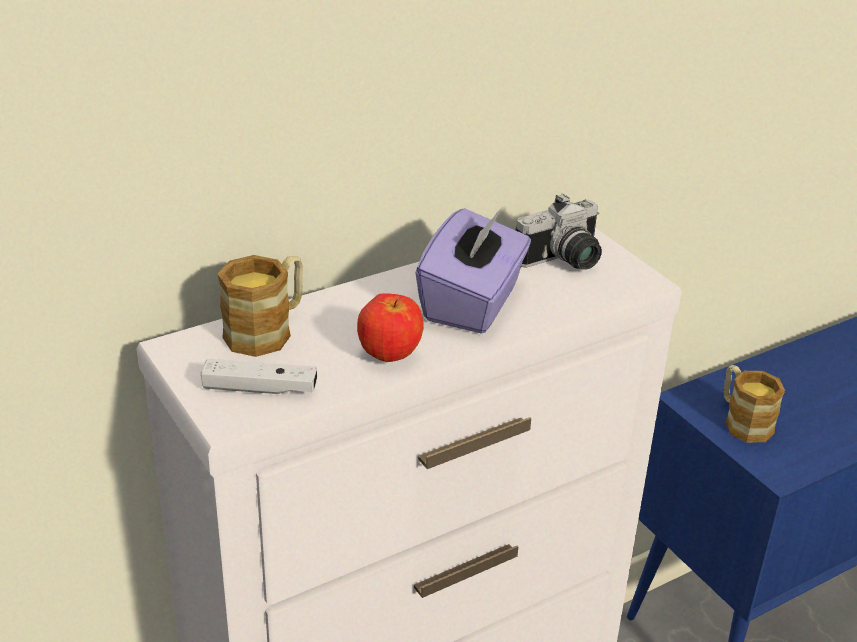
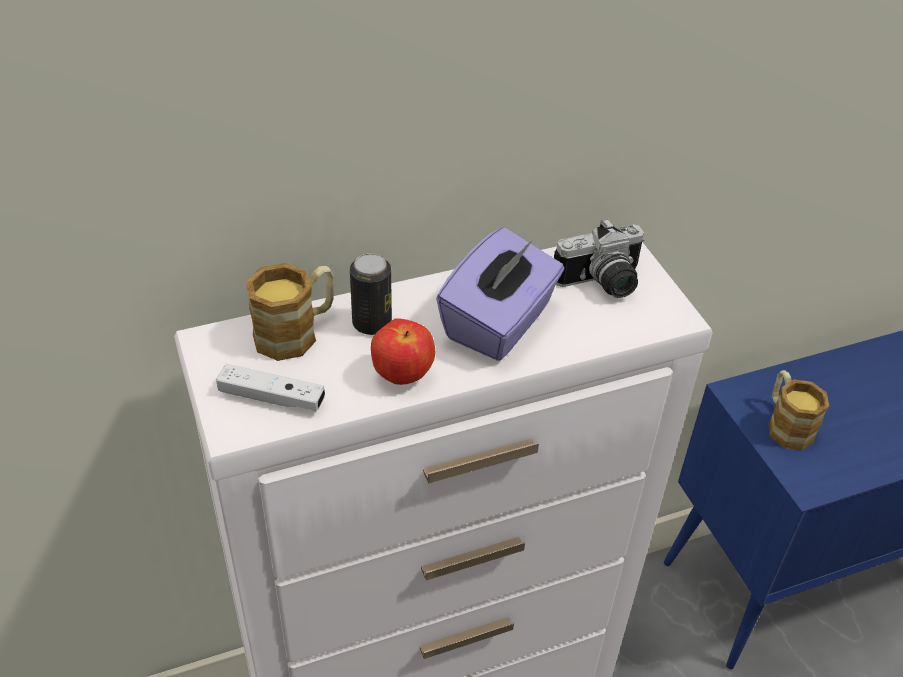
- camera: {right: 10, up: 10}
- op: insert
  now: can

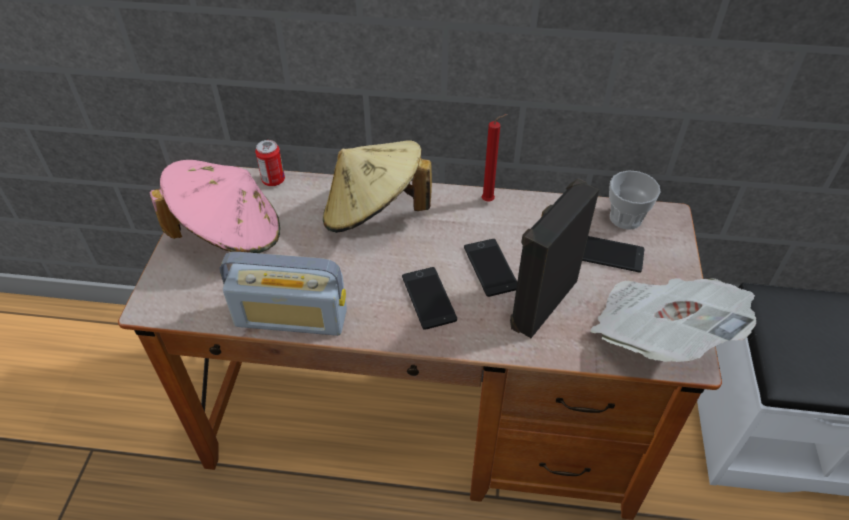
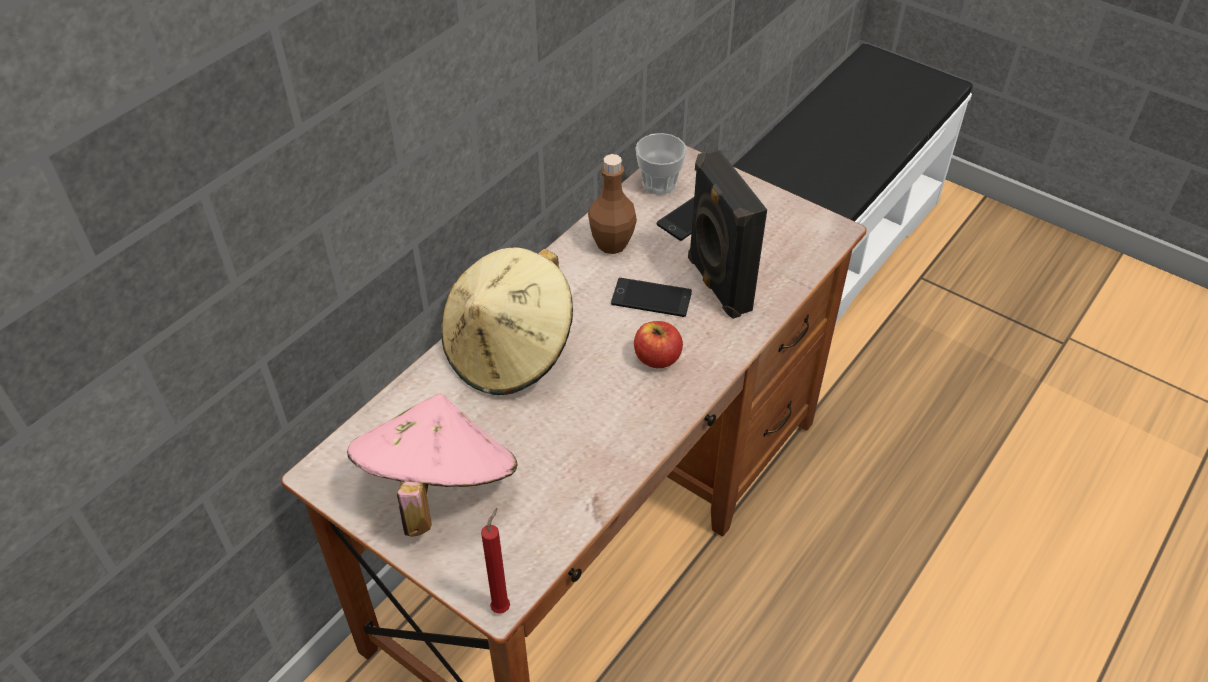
- camera: {right: -60, up: 0}
- op: move
  was: red candle
- op: delete
  was: can
- op: delete
  was: radio
- op: replace
  was: phone (1st from left)
  now: apple
- op: delete
  was: newspaper
- op: insert
  now: brown bottle

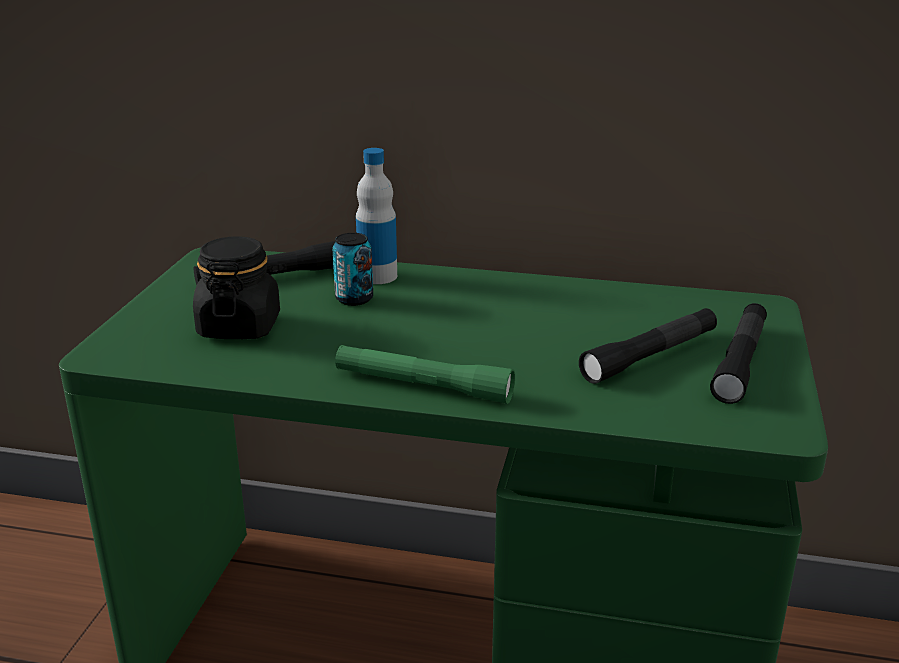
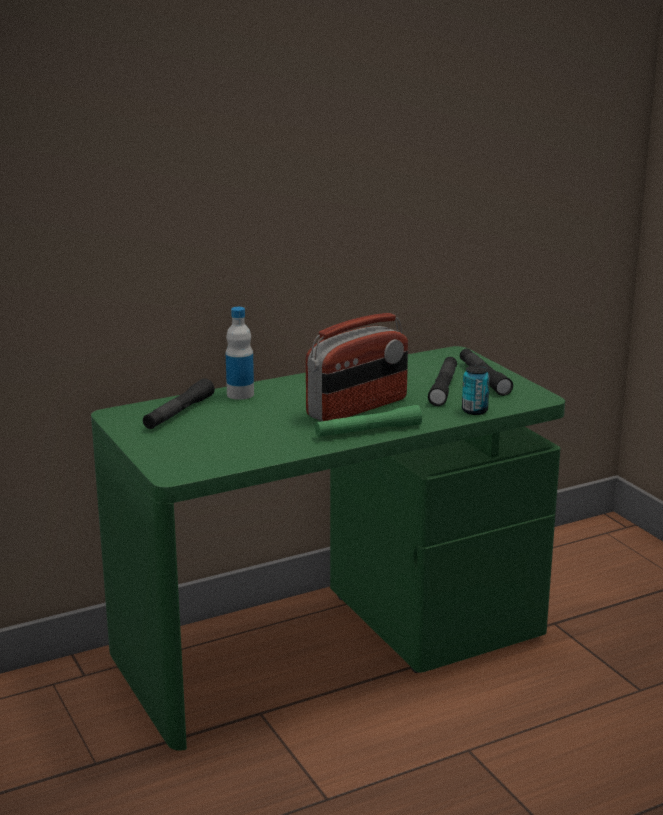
- camera: {right: -40, up: -5}
- op: move
  was: can
- op: delete
  was: black jar
- op: insert
  now: radio

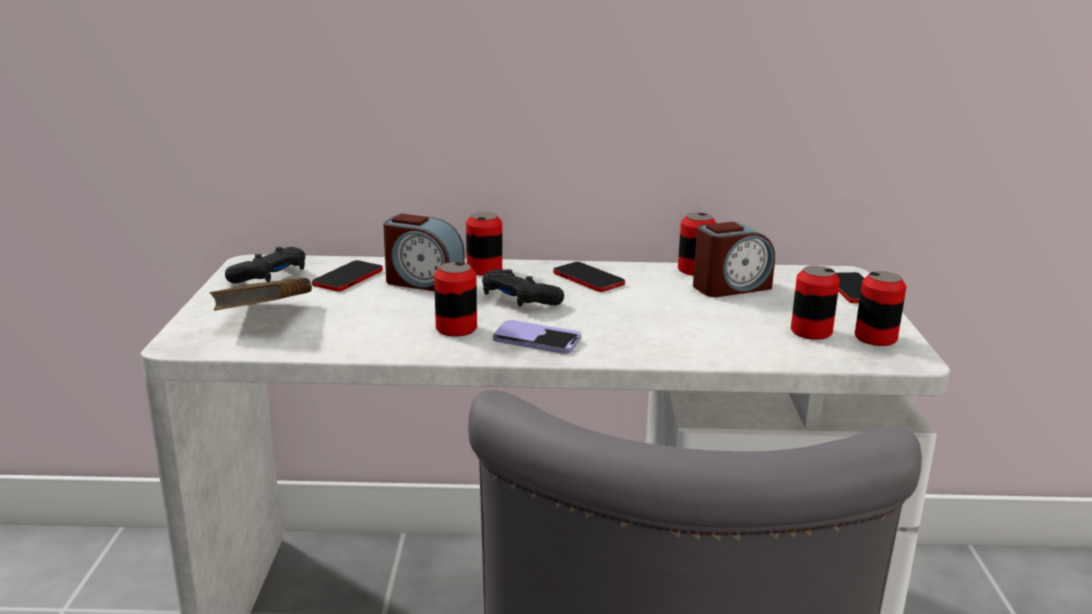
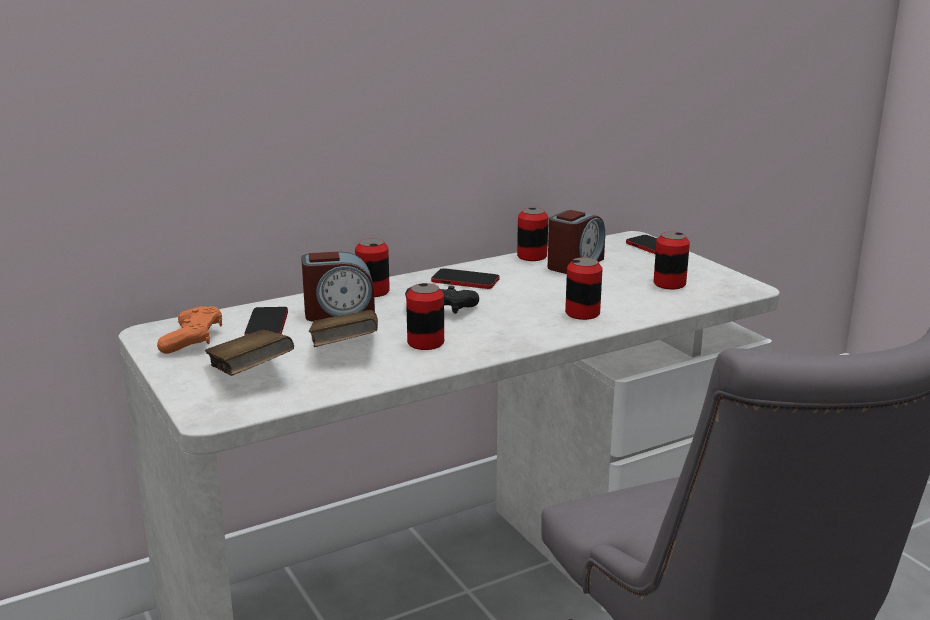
- camera: {right: -30, up: 0}
- op: recolor
  was: black game controller (1st from left)
  now: orange game controller
- op: move
  was: can (5th from left in the first image)
  now: can (4th from left)
- op: delete
  was: phone (2nd from left)
- op: insert
  now: brown book (2nd from left)

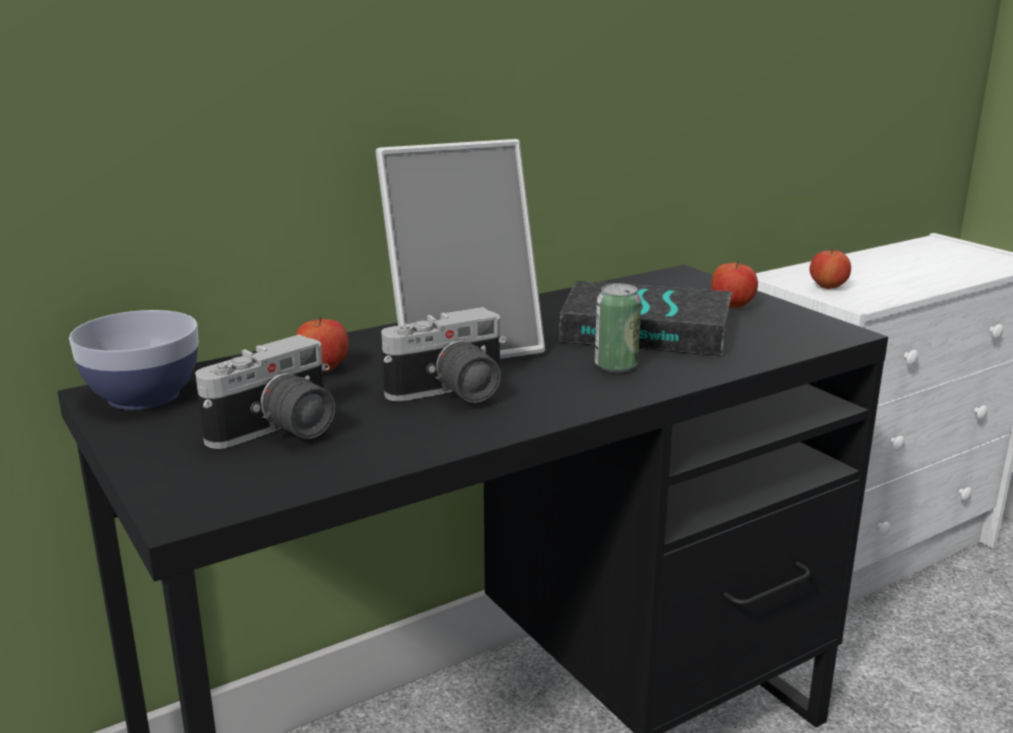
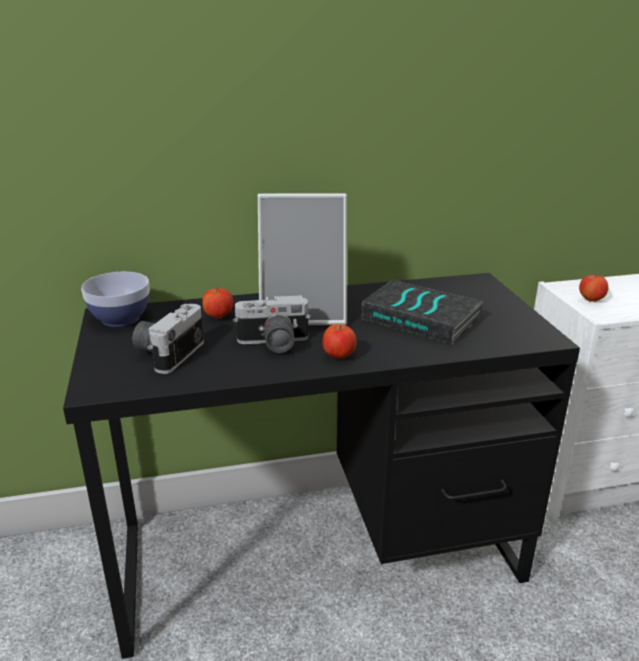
- camera: {right: 20, up: 5}
- op: move
  was: apple (2nd from left)
- op: delete
  was: can
- op: rotate
  was: photo camera (1st from left)
  clockwise: 135

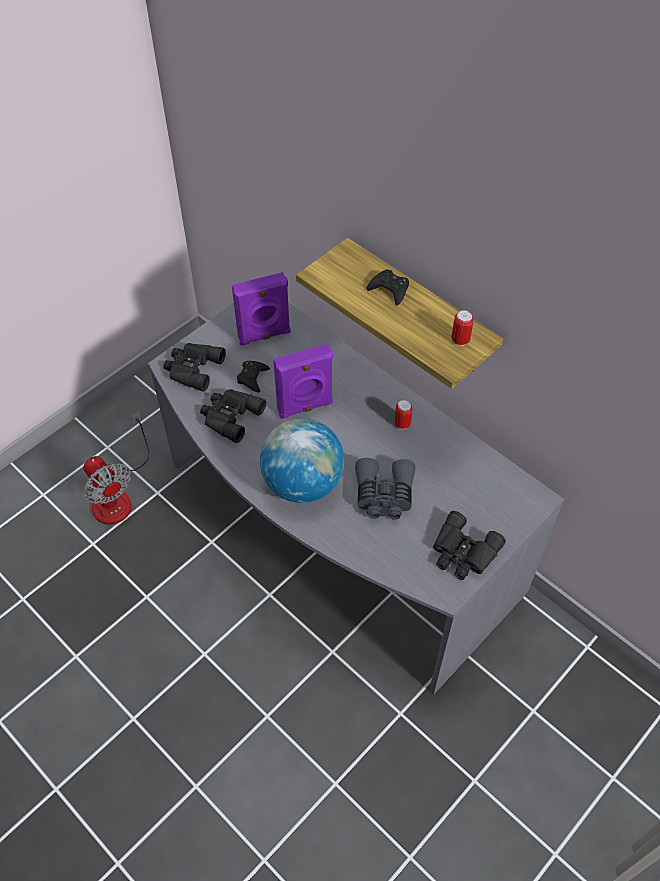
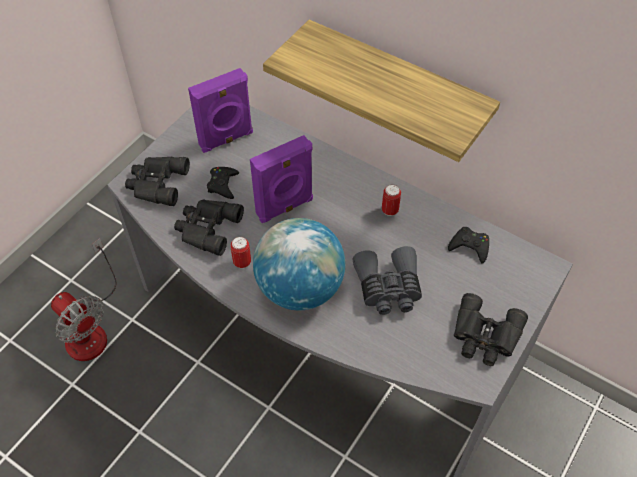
- camera: {right: -10, up: 0}
- op: move
  was: black game controller (2nd from left)
- op: move
  was: can (2nd from left in the first image)
  now: can (1st from left)

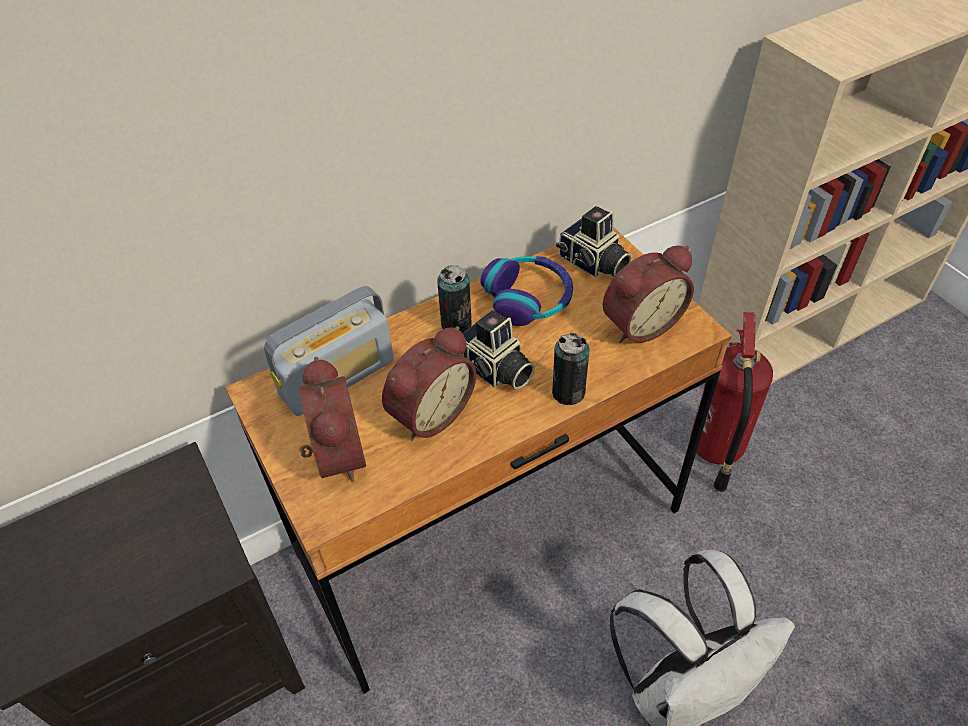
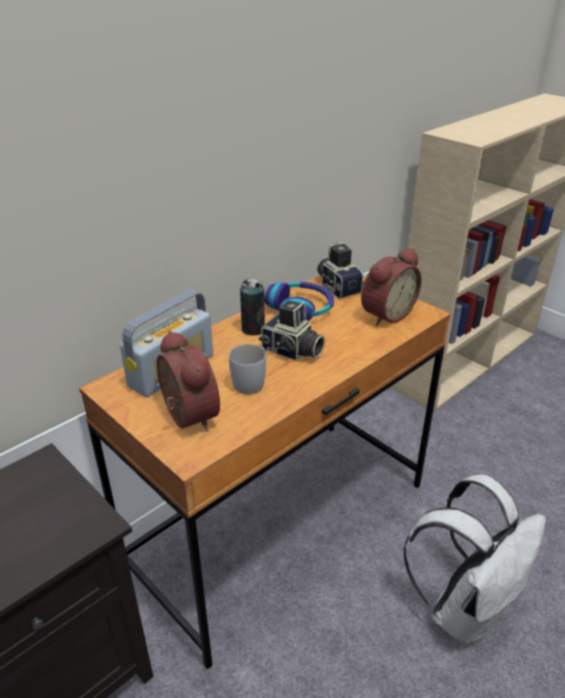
- camera: {right: -15, up: -15}
- op: rotate
  was: photo camera (2nd from left)
  clockwise: -150
- op: delete
  was: fire extinguisher
- op: replace
  was: alarm clock (2nd from left)
  now: white mug
- op: delete
  was: can (2nd from left)

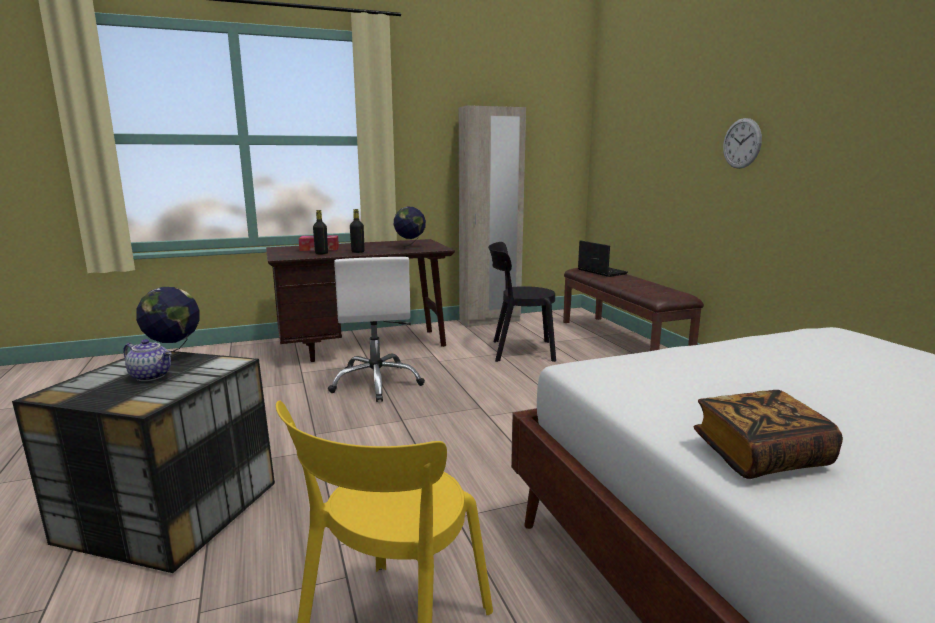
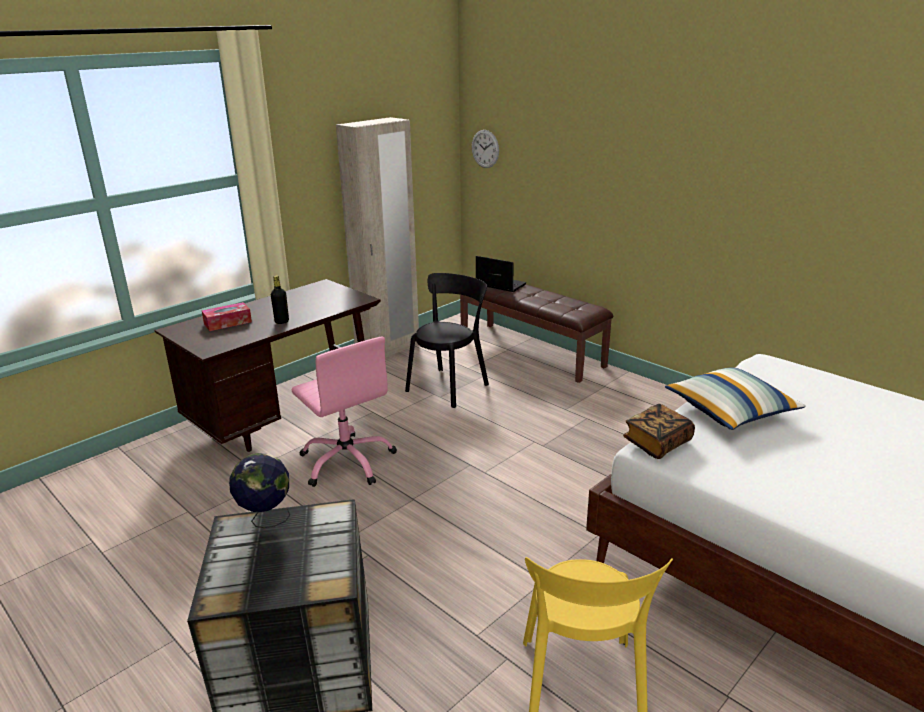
- camera: {right: -25, up: 10}
- op: move
  was: wall clock
- op: delete
  was: globe (2nd from left)
- op: delete
  was: black bottle (1st from left)
- op: rotate
  was: black chair
  clockwise: 150
- op: recolor
  was: white office chair
  now: pink office chair
- op: delete
  was: teapot
- op: move
  was: book
- op: insert
  now: pillow

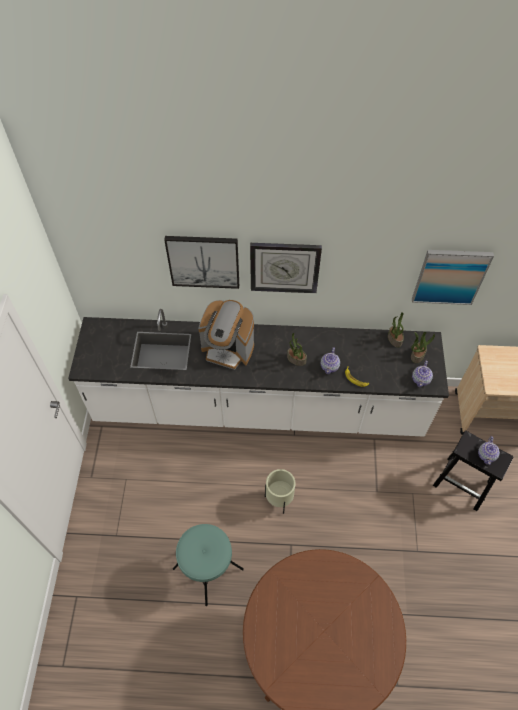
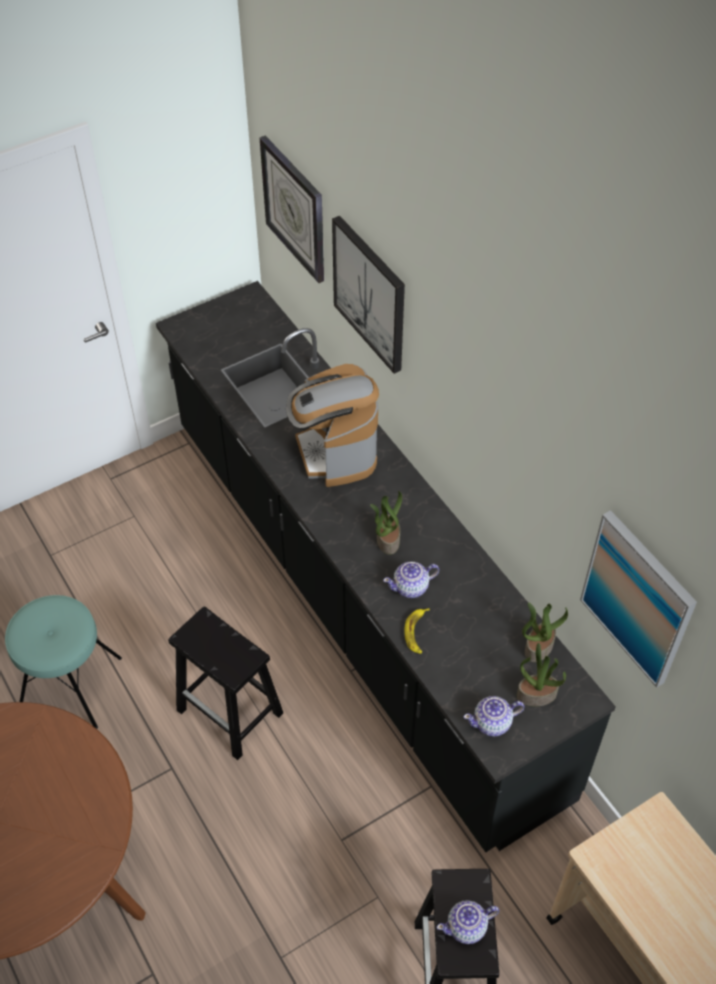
- camera: {right: 55, up: -5}
- op: move
  was: wall clock
- op: recolor
  was: white counter
  now: black counter
- op: replace
  was: beige planter
  now: black stool (1st from left)

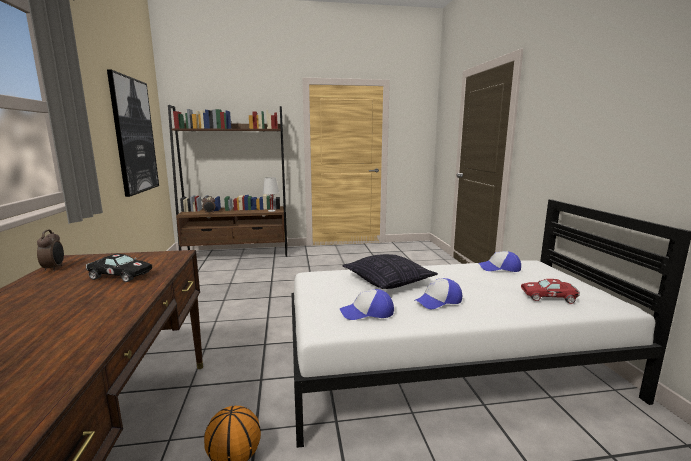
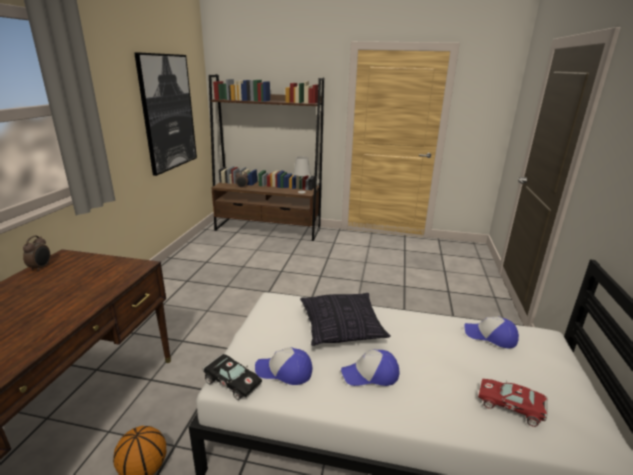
- camera: {right: 20, up: 10}
- op: move
  was: black toy car

